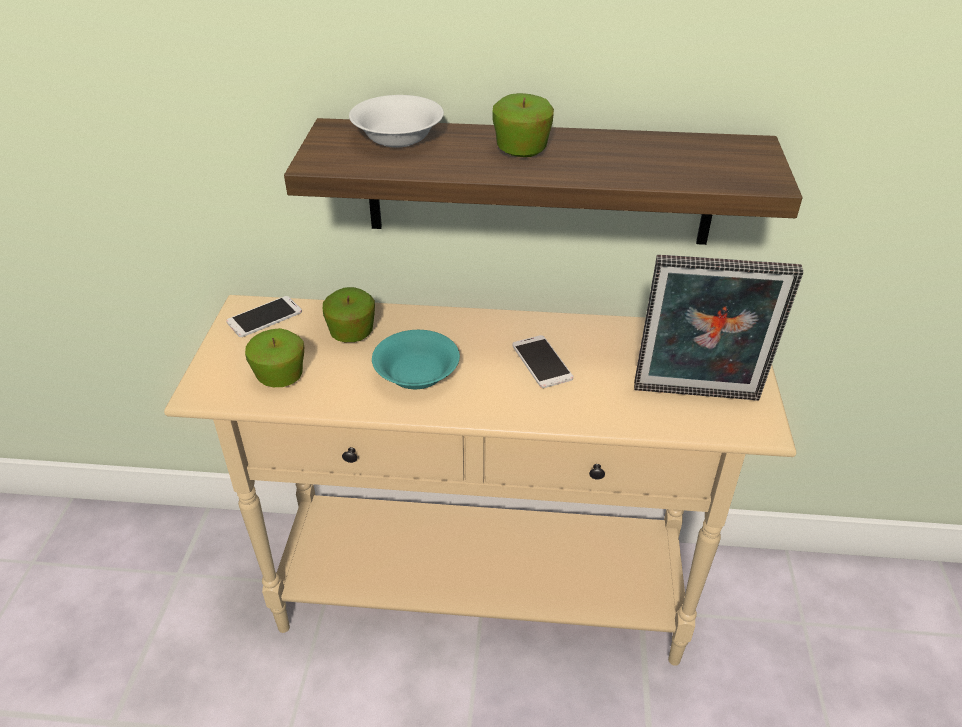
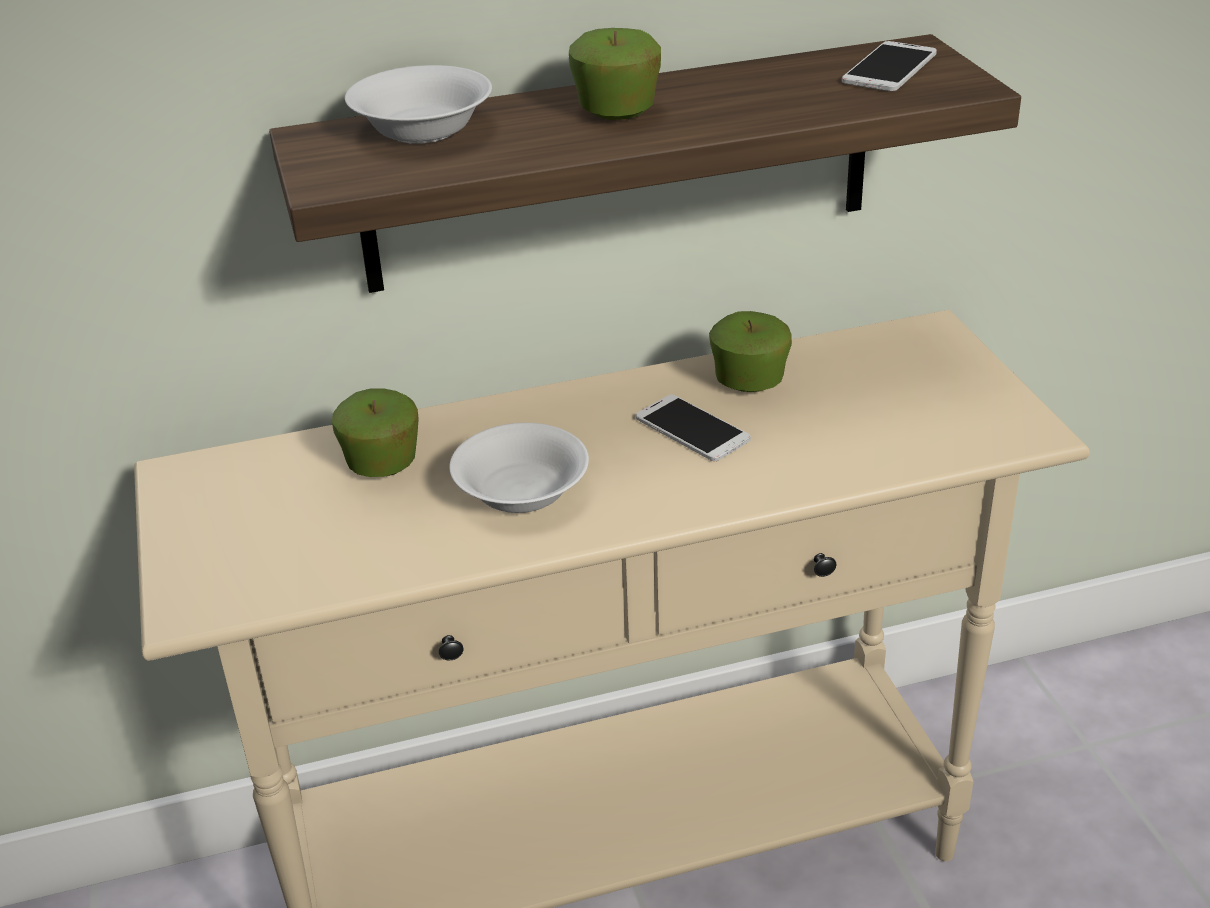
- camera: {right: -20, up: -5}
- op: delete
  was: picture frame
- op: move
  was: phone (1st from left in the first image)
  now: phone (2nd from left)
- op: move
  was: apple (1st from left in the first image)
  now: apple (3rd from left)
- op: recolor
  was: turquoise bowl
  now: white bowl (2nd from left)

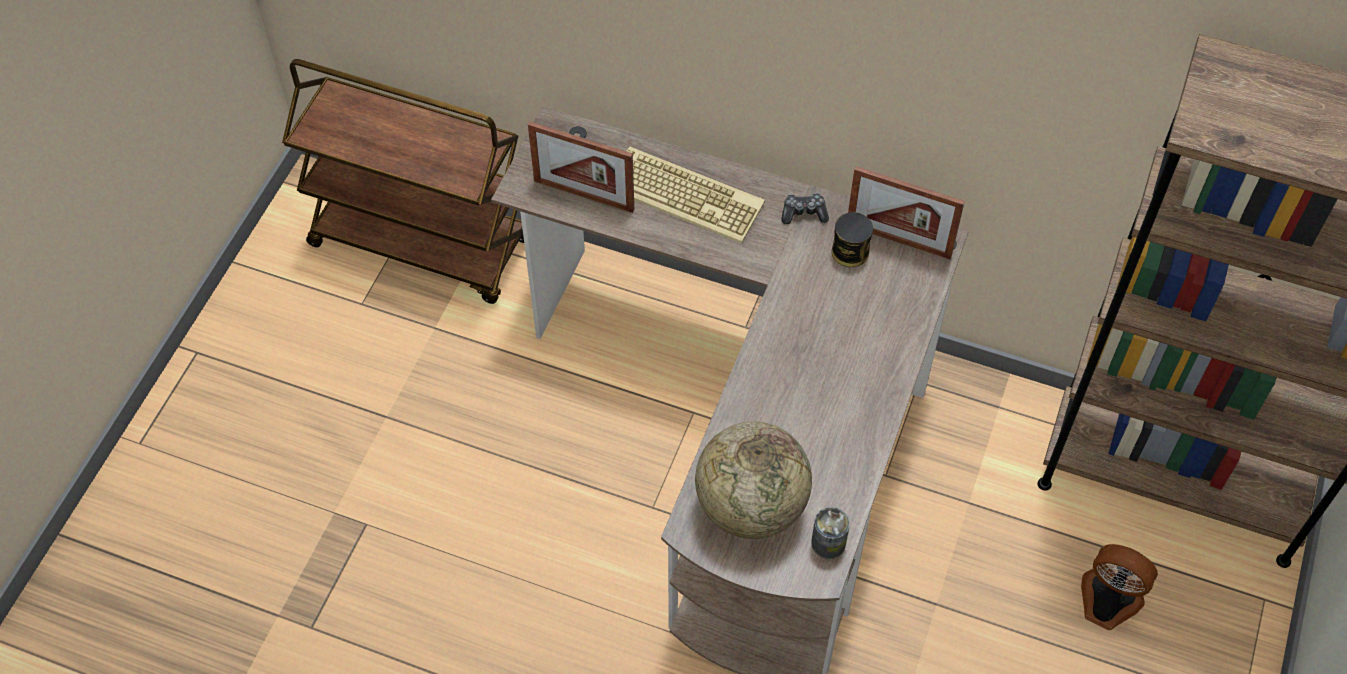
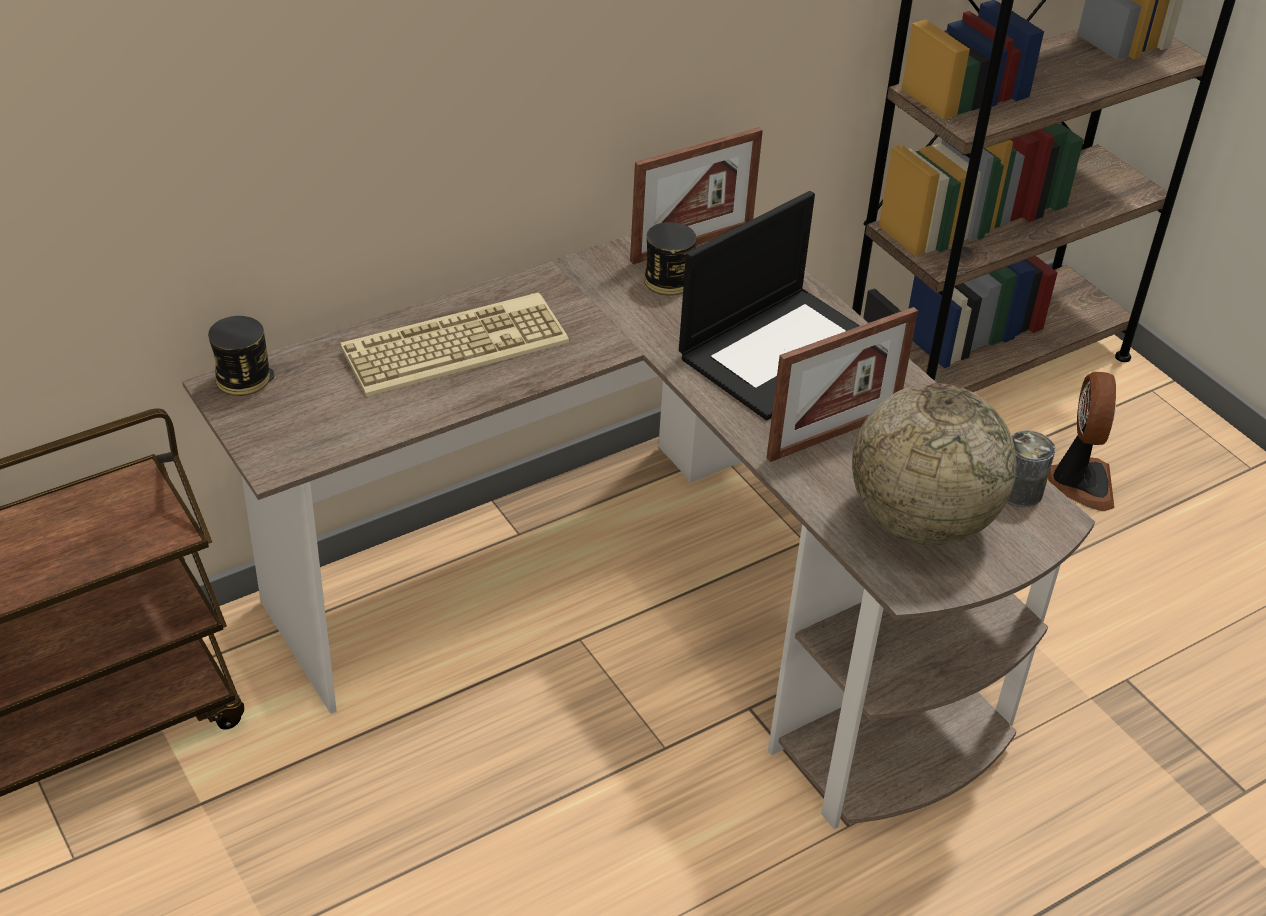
- camera: {right: -55, up: -15}
- op: move
  was: picture frame (1st from left in the first image)
  now: picture frame (2nd from left)
- op: delete
  was: game controller
- op: rotate
  was: fan
  clockwise: 120
- op: insert
  now: laptop
- op: insert
  now: can (1st from left)

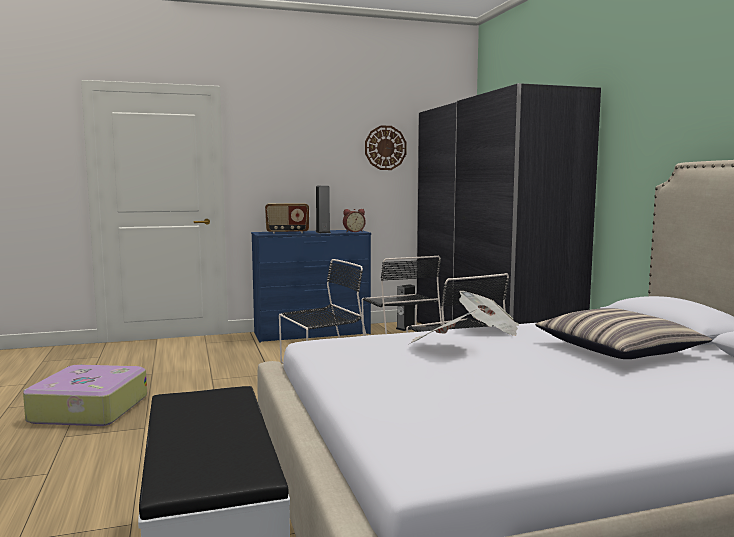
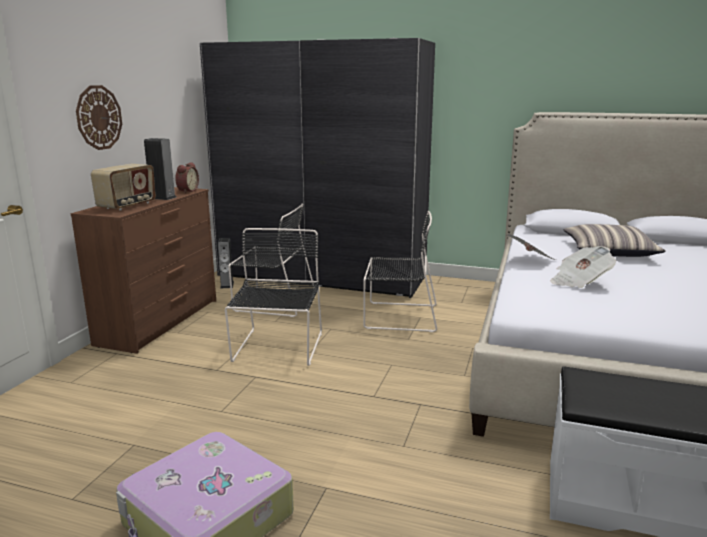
- camera: {right: -55, up: 10}
- op: move
  was: wall clock
- op: recolor
  was: blue dresser
  now: brown dresser

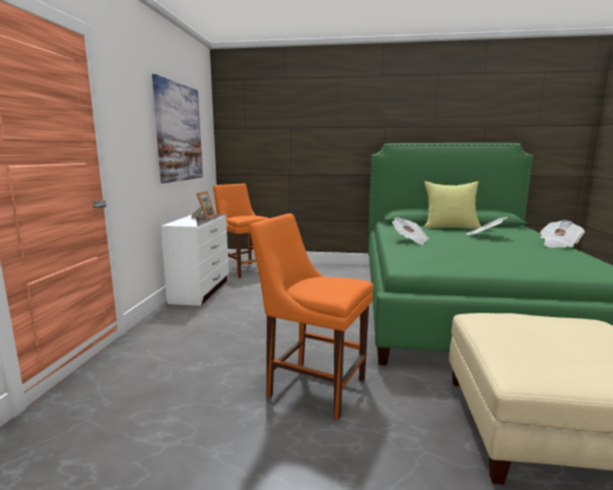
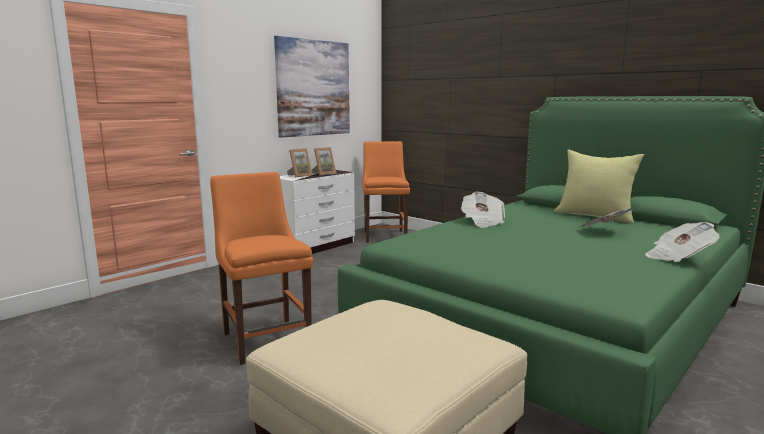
- camera: {right: 35, up: 0}
- op: insert
  now: picture frame (1st from left)

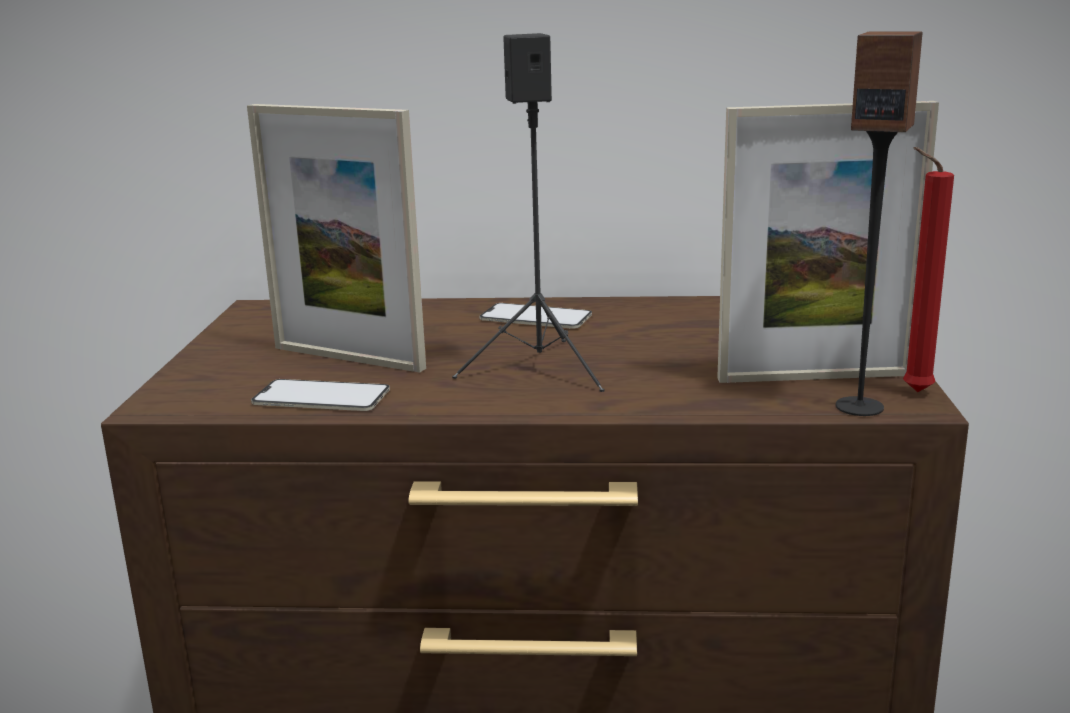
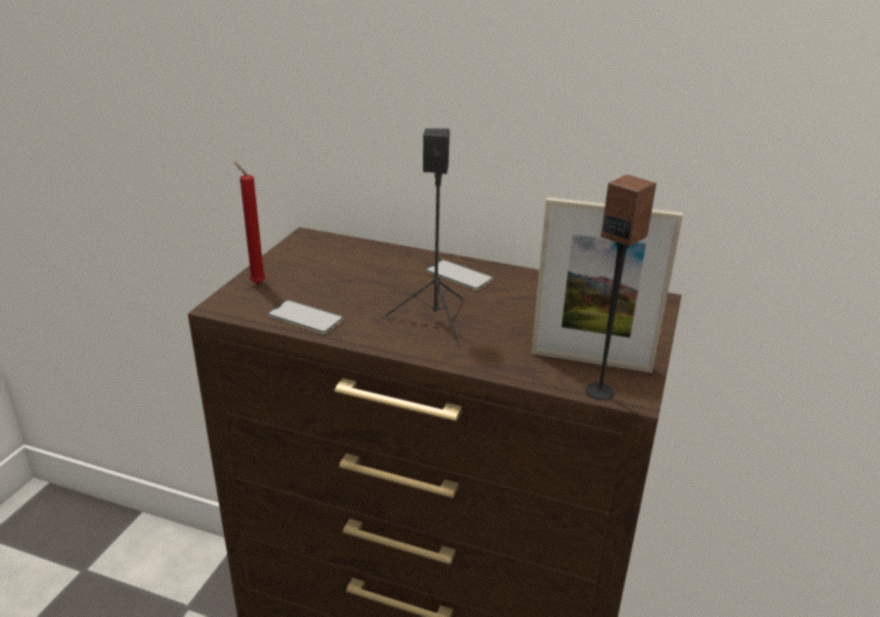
- camera: {right: 15, up: 10}
- op: delete
  was: picture frame (1st from left)
- op: move
  was: red candle

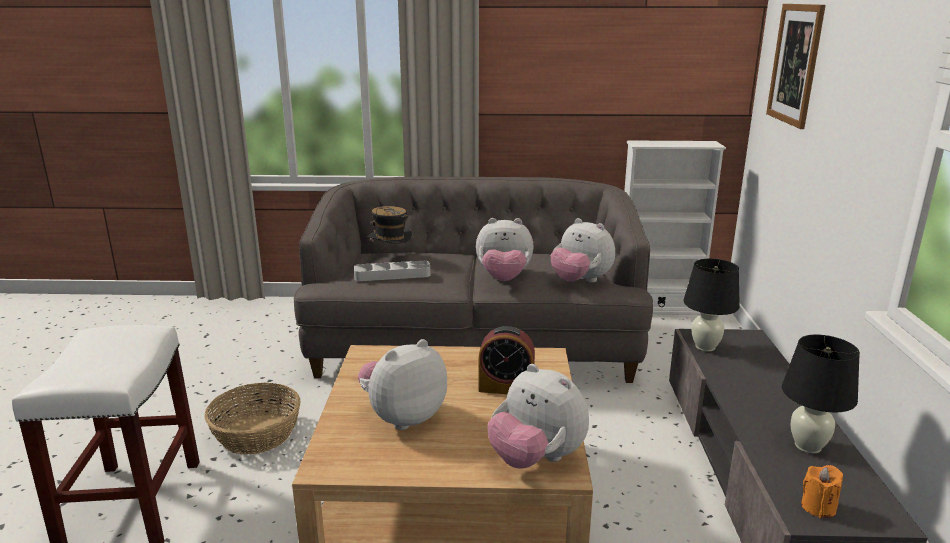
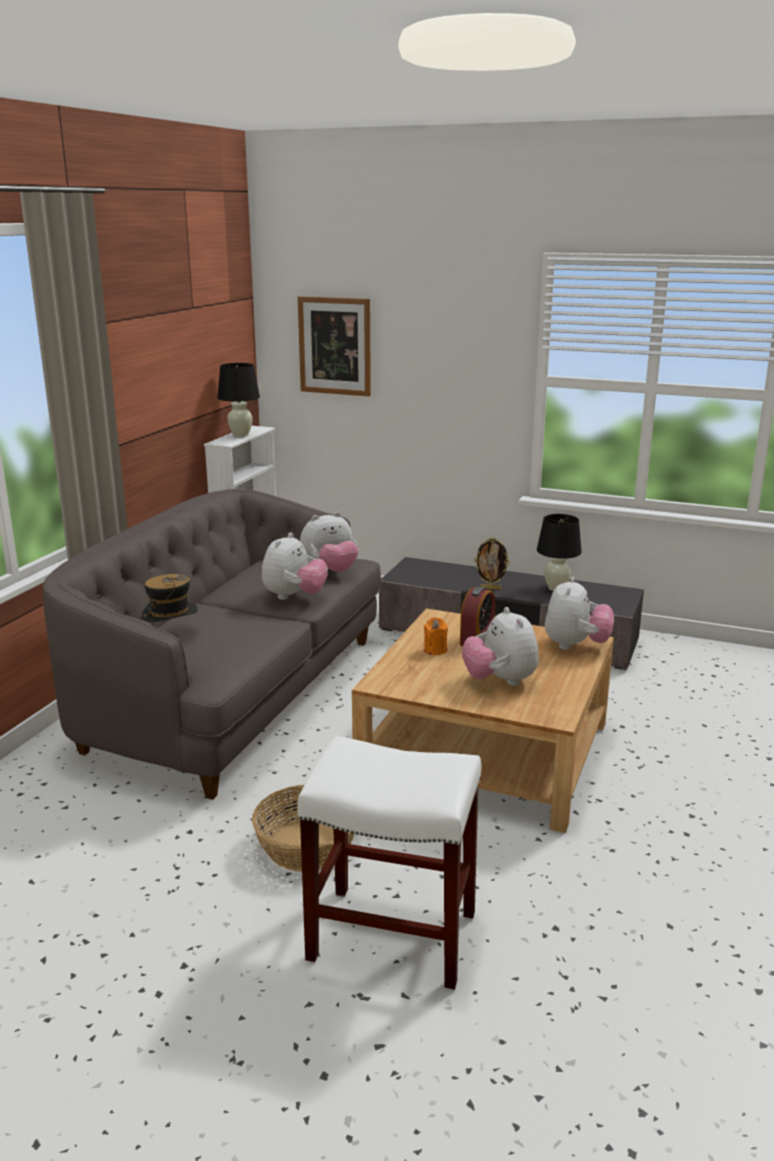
- camera: {right: -70, up: 0}
- op: move
  was: black table lamp (1st from left)
- op: delete
  was: grey tray
- op: rotate
  was: plush toy (3rd from left in the first image)
  clockwise: -45
- op: move
  was: orange candle
- op: insert
  now: picture frame

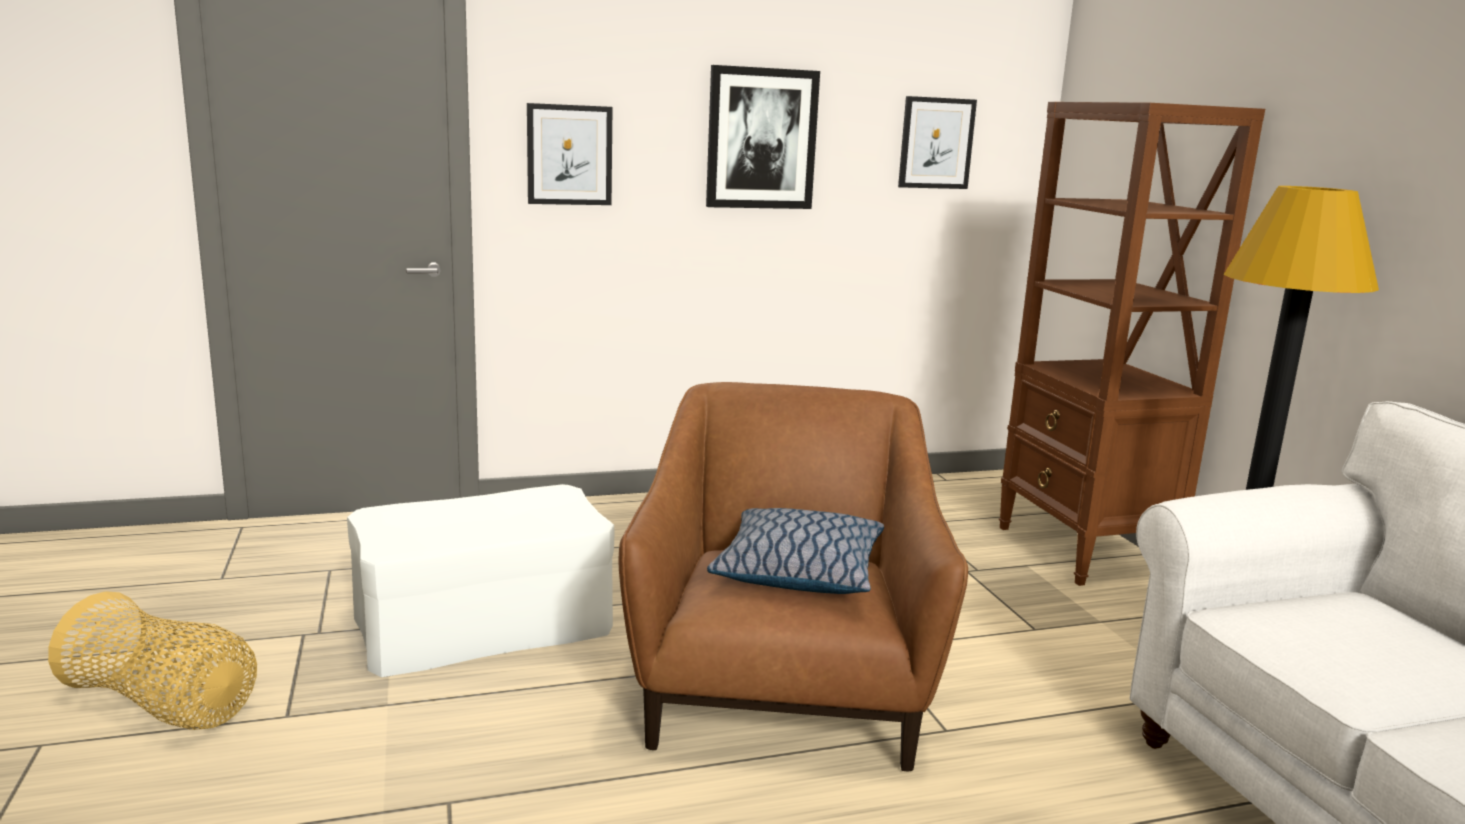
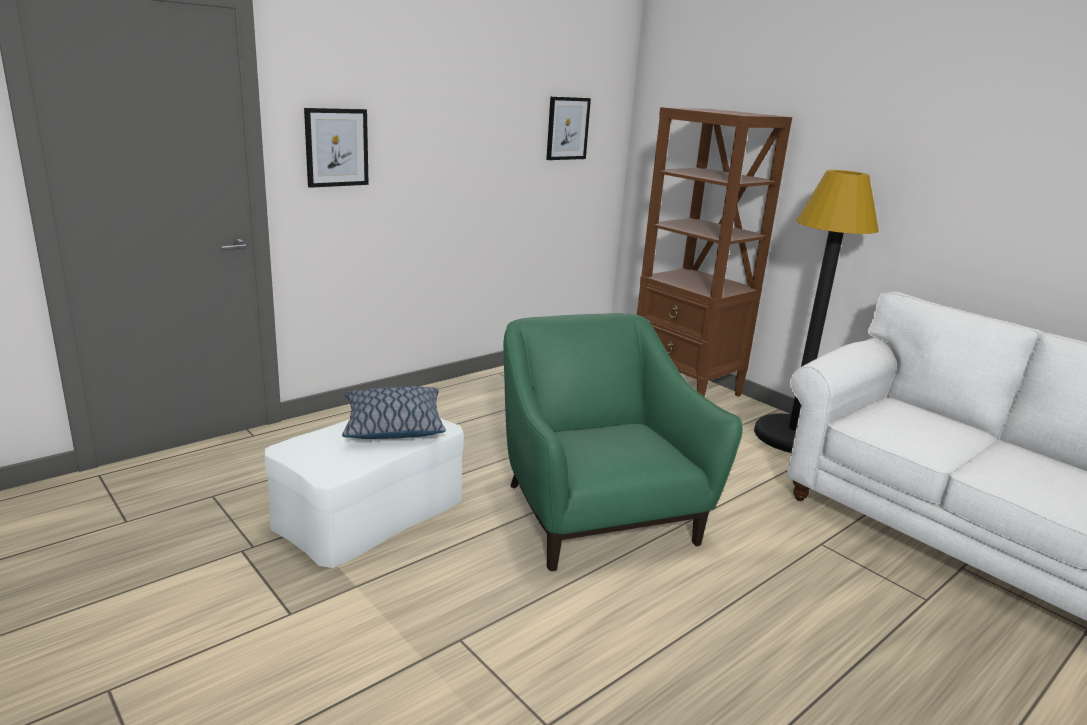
- camera: {right: -25, up: 5}
- op: delete
  was: picture (2nd from left)
- op: recolor
  was: brown armchair
  now: green armchair
- op: move
  was: pillow
- op: delete
  was: basket

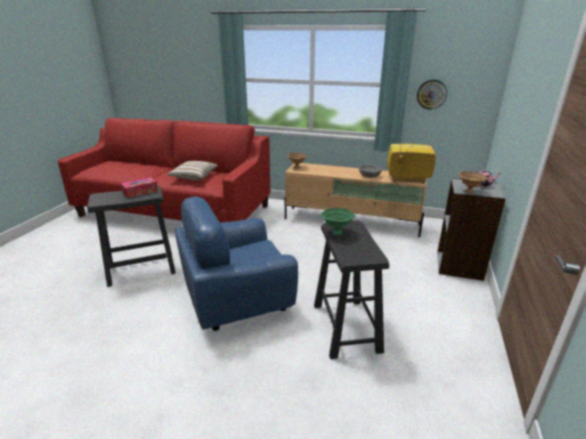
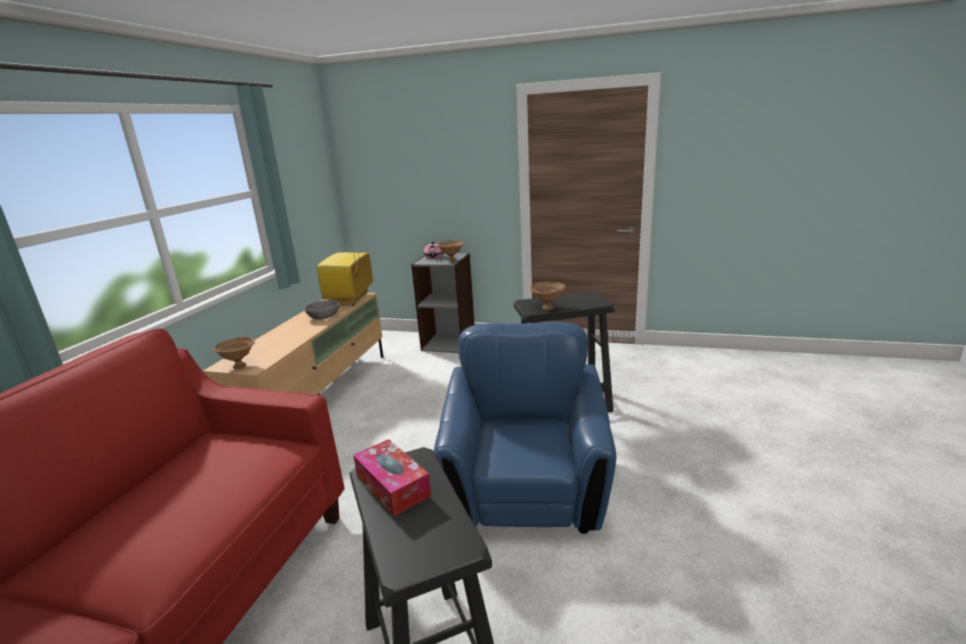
- camera: {right: -90, up: -5}
- op: delete
  was: wall clock
- op: delete
  was: pillow
- op: rotate
  was: blue armchair
  clockwise: -150
- op: recolor
  was: green bowl
  now: brown bowl (3rd from left)

